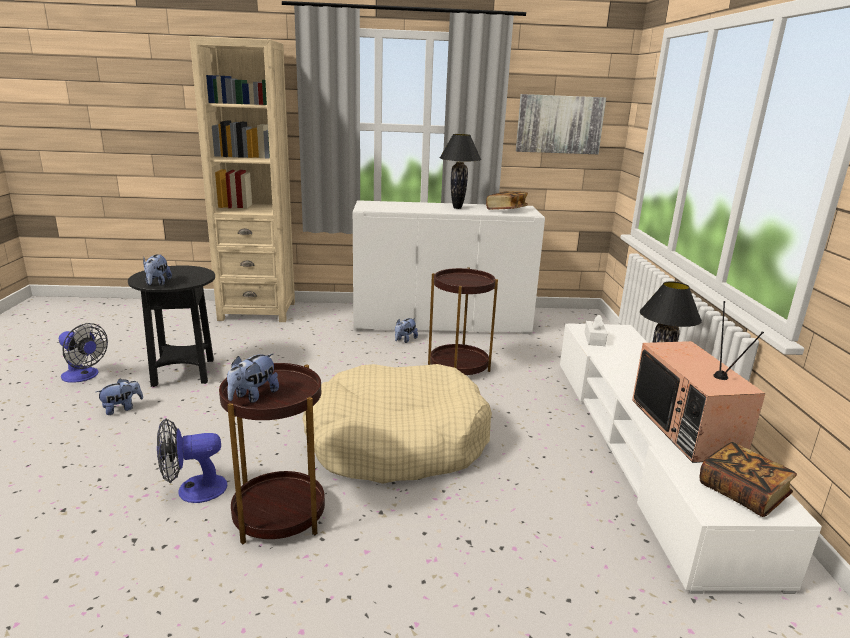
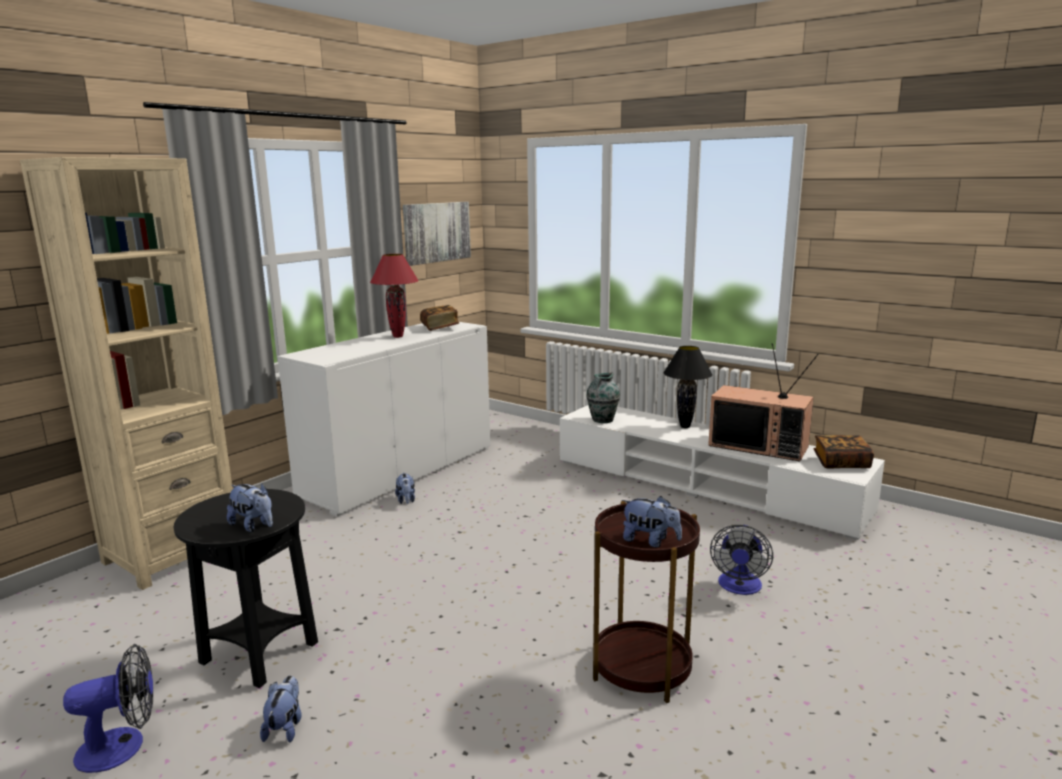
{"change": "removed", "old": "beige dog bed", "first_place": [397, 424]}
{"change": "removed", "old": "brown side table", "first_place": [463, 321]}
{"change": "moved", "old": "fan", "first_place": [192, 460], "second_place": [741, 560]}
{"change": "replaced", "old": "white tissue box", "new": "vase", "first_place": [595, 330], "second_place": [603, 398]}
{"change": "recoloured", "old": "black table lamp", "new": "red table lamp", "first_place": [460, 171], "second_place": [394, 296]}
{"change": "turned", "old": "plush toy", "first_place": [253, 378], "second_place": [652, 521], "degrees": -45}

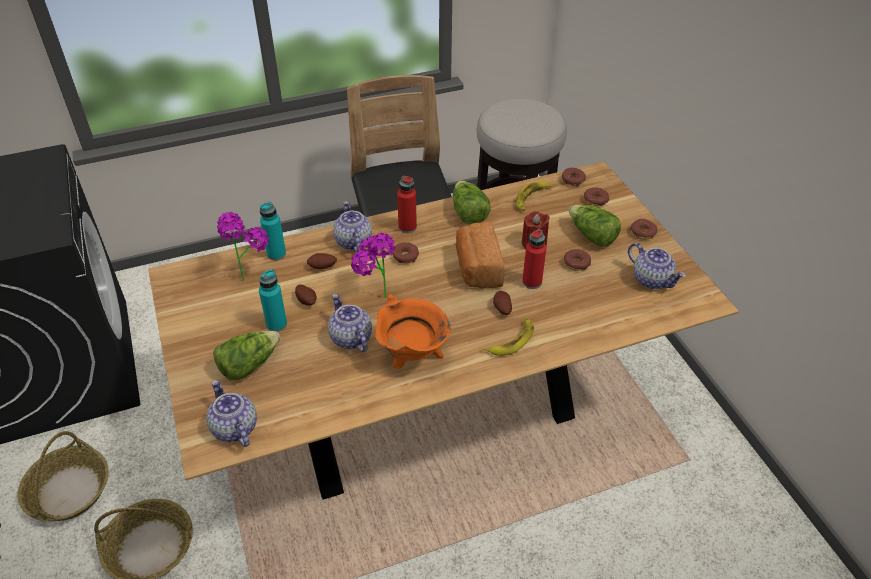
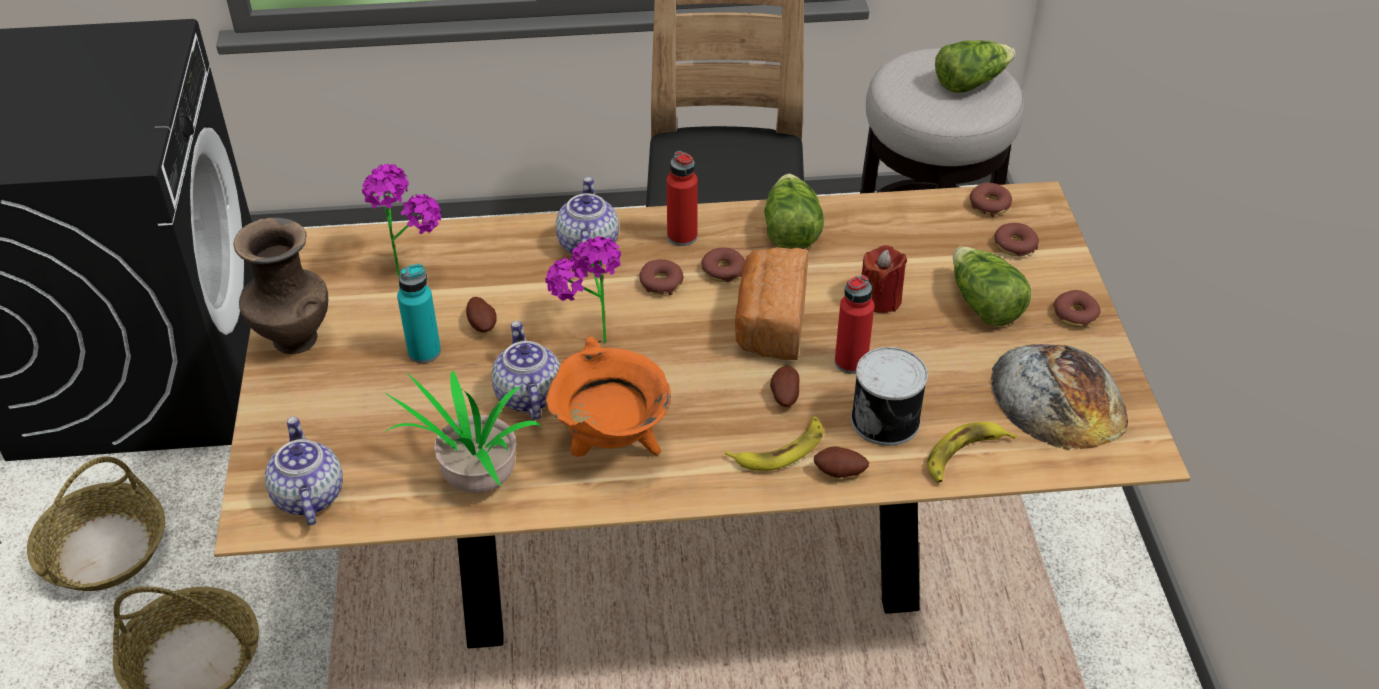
{"change": "removed", "old": "turquoise bottle", "first_place": [273, 231]}
{"change": "added", "new": "brown vase", "second_place": [280, 286]}
{"change": "added", "new": "potted plant", "second_place": [462, 432]}
{"change": "added", "new": "can", "second_place": [889, 396]}
{"change": "moved", "old": "lettuce", "first_place": [246, 355], "second_place": [975, 66]}
{"change": "moved", "old": "potato", "first_place": [322, 261], "second_place": [841, 462]}
{"change": "moved", "old": "banana", "first_place": [534, 196], "second_place": [971, 452]}
{"change": "moved", "old": "donut", "first_place": [577, 260], "second_place": [723, 265]}
{"change": "replaced", "old": "teapot", "new": "bread", "first_place": [657, 266], "second_place": [1059, 397]}

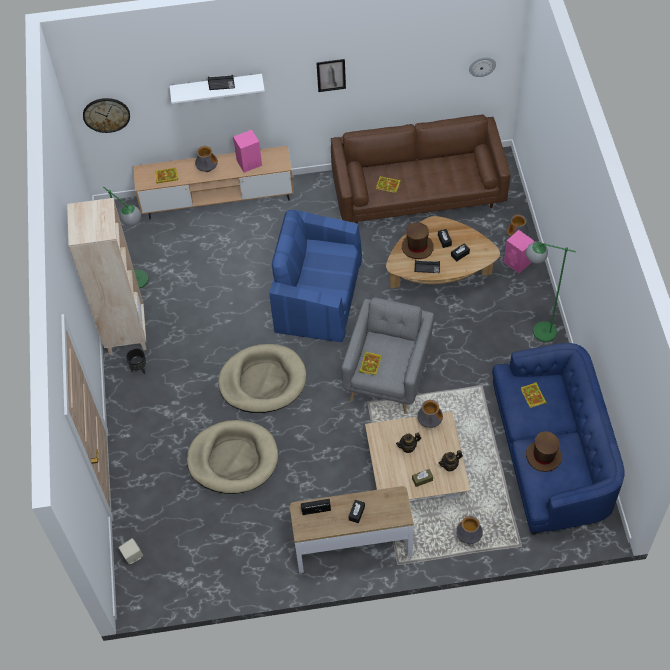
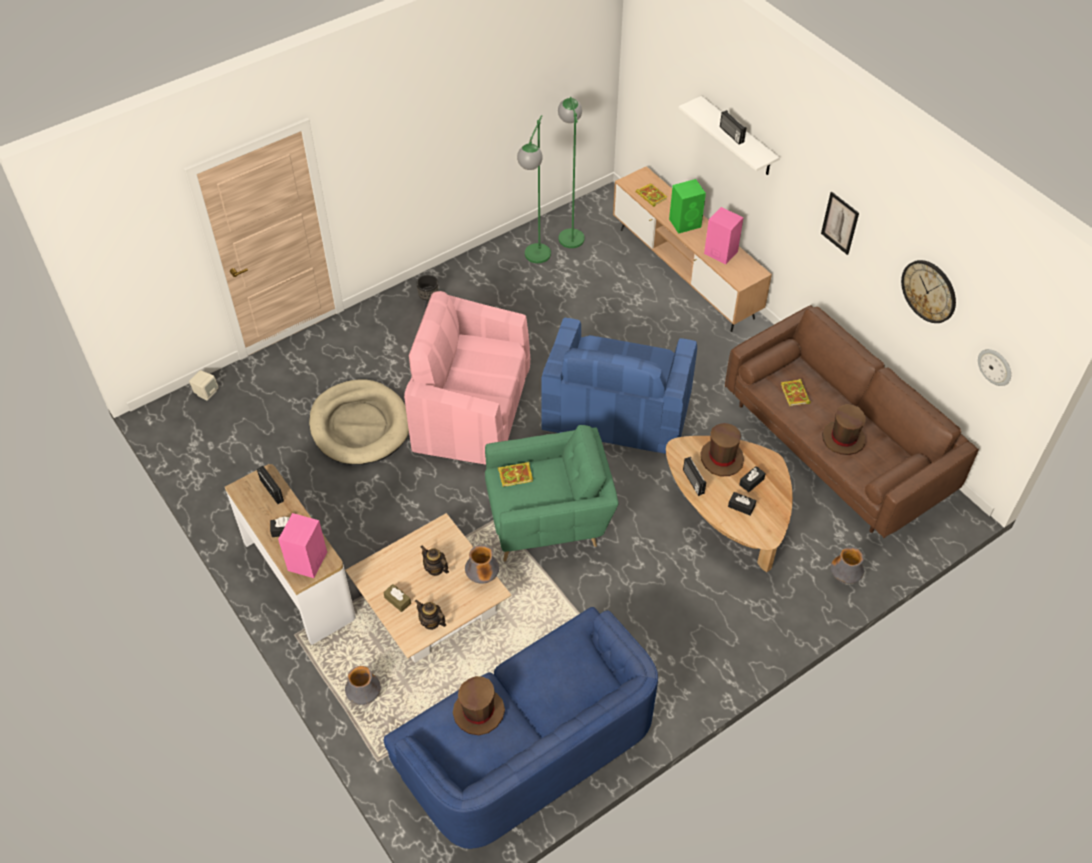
{"change": "removed", "old": "beige bookcase", "first_place": [106, 276]}
{"change": "removed", "old": "book", "first_place": [534, 395]}
{"change": "added", "new": "brown hat", "second_place": [844, 429]}
{"change": "moved", "old": "wall clock", "first_place": [106, 115], "second_place": [928, 291]}
{"change": "moved", "old": "pink speaker", "first_place": [519, 251], "second_place": [302, 545]}
{"change": "moved", "old": "green floor lamp", "first_place": [551, 292], "second_place": [571, 172]}
{"change": "replaced", "old": "vase", "new": "green speaker", "first_place": [206, 159], "second_place": [687, 206]}
{"change": "replaced", "old": "beige dog bed", "new": "pink armchair", "first_place": [262, 378], "second_place": [467, 378]}
{"change": "recoloured", "old": "grey armchair", "new": "green armchair", "first_place": [387, 355], "second_place": [552, 493]}
{"change": "turned", "old": "blue armchair", "first_place": [315, 276], "second_place": [619, 386], "degrees": -150}

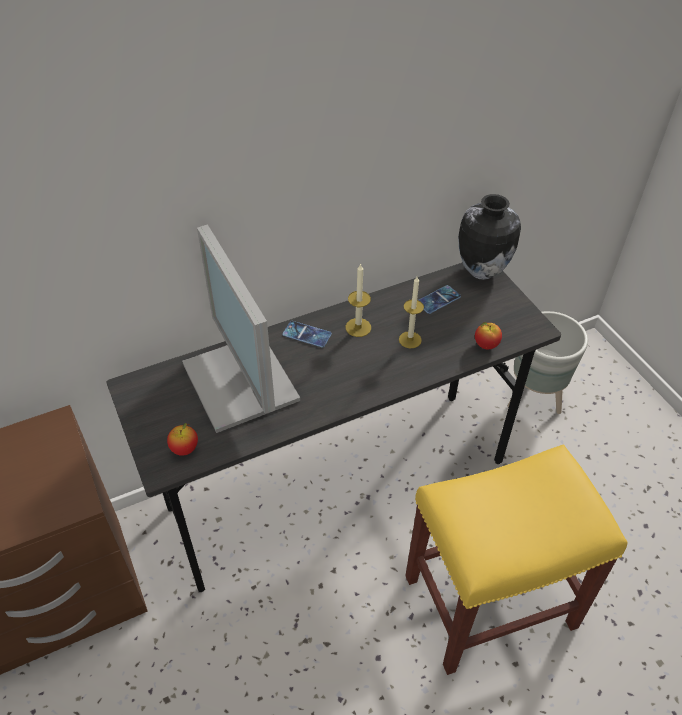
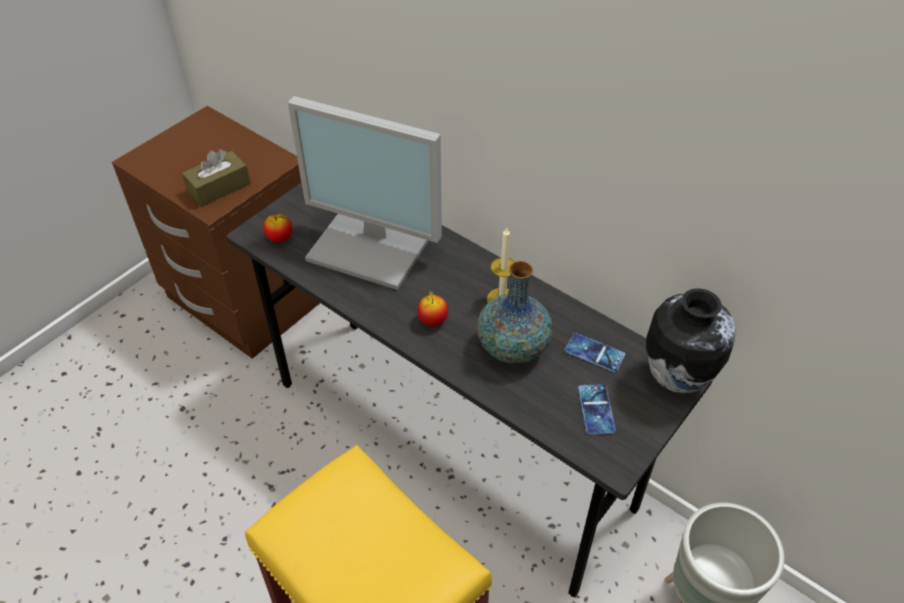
{"change": "added", "new": "brown tissue box", "second_place": [216, 178]}
{"change": "moved", "old": "phone", "first_place": [307, 334], "second_place": [597, 409]}
{"change": "moved", "old": "apple", "first_place": [488, 335], "second_place": [432, 308]}
{"change": "replaced", "old": "candle", "new": "vase", "first_place": [411, 312], "second_place": [515, 312]}
{"change": "turned", "old": "monitor", "first_place": [241, 328], "second_place": [365, 193], "degrees": -105}

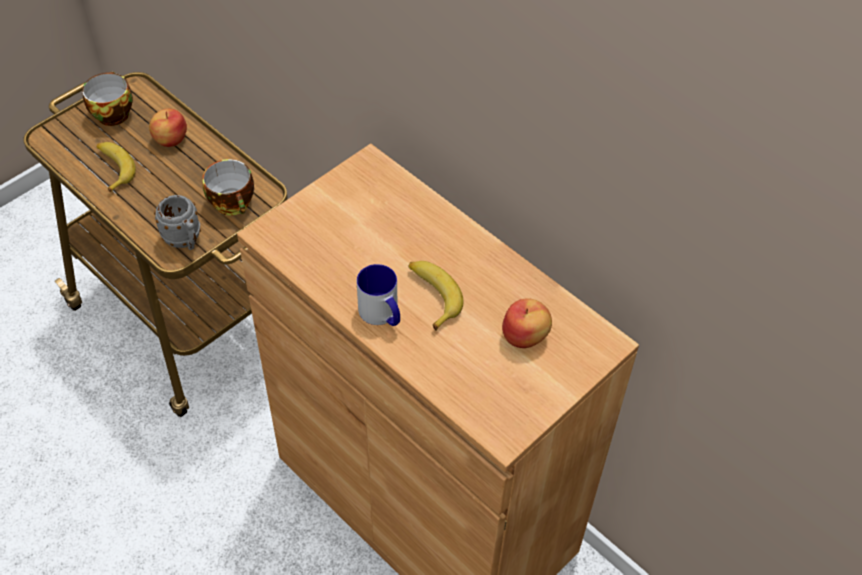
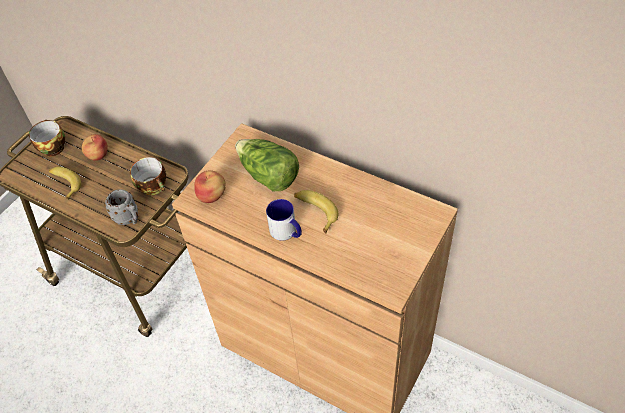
{"change": "added", "new": "lettuce", "second_place": [267, 165]}
{"change": "moved", "old": "apple", "first_place": [527, 323], "second_place": [210, 187]}

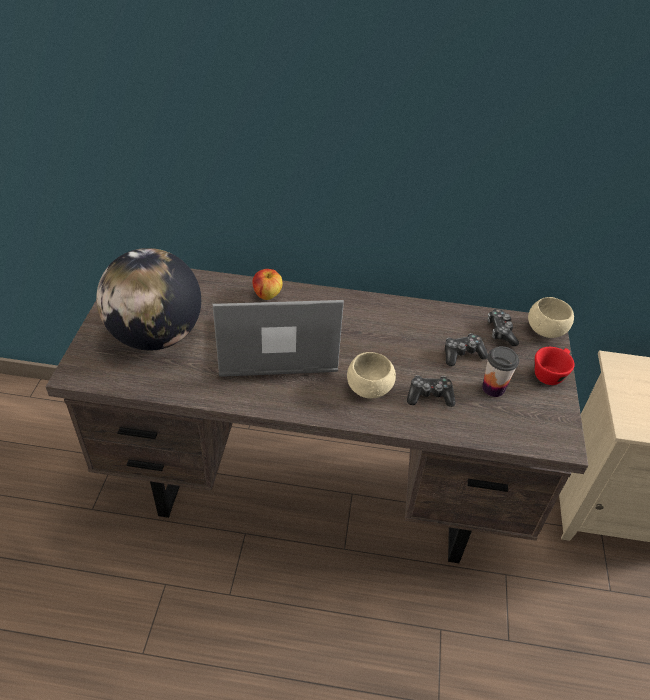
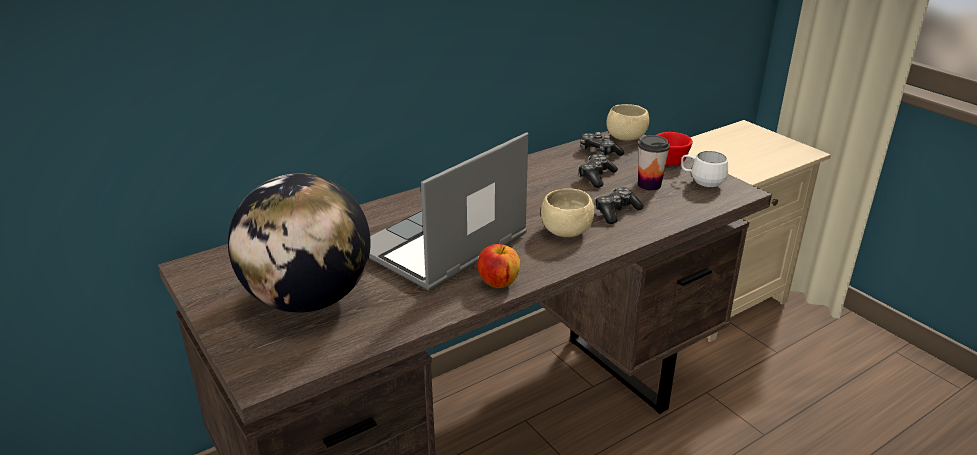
{"change": "added", "new": "white mug", "second_place": [704, 169]}
{"change": "moved", "old": "apple", "first_place": [267, 284], "second_place": [498, 266]}

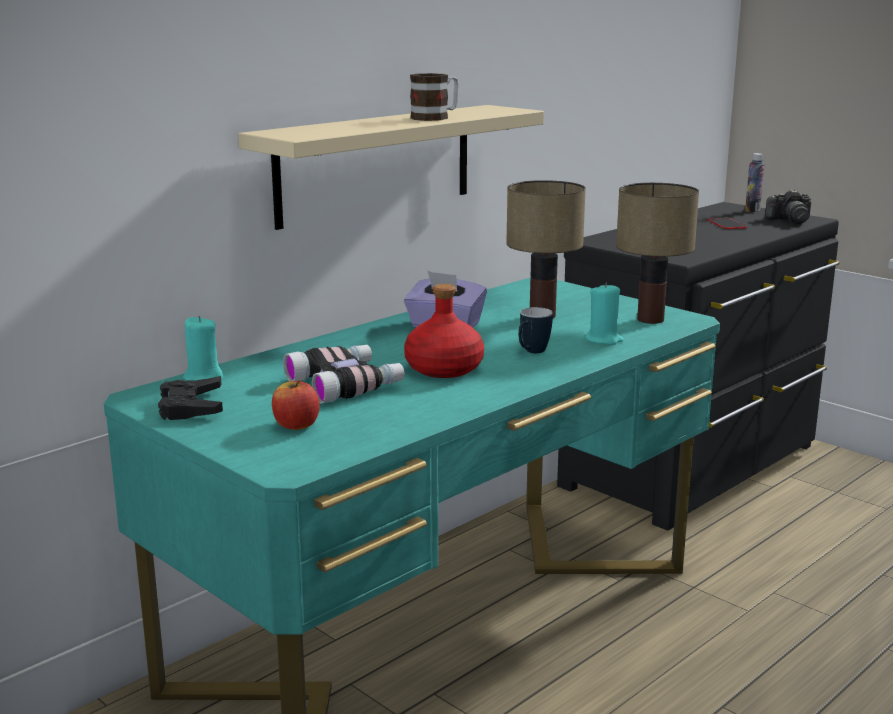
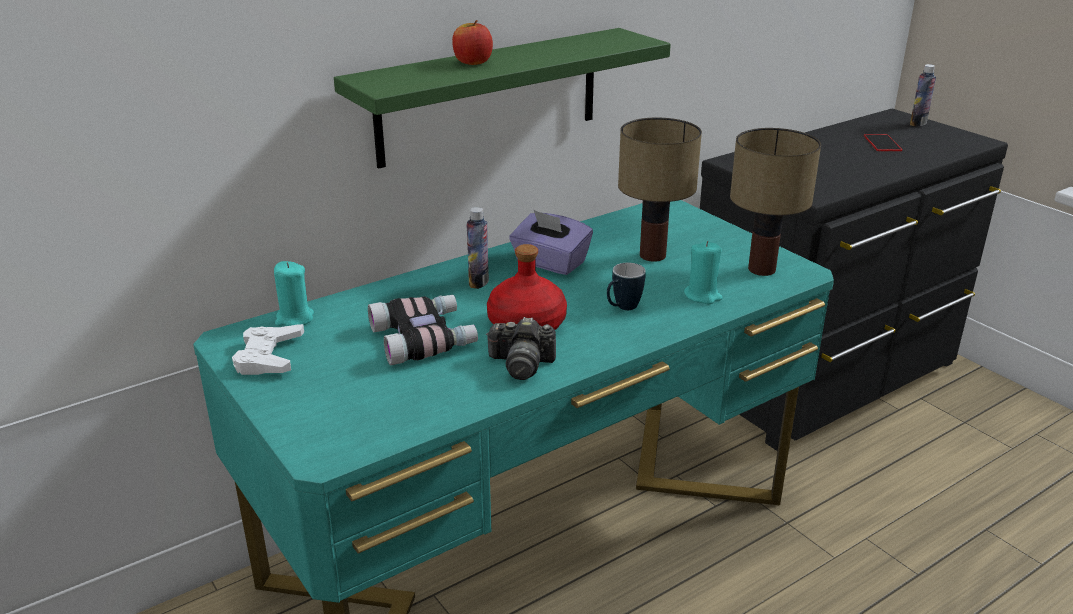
{"change": "removed", "old": "mug", "first_place": [434, 97]}
{"change": "added", "new": "bottle", "second_place": [478, 248]}
{"change": "moved", "old": "apple", "first_place": [296, 405], "second_place": [472, 42]}
{"change": "moved", "old": "photo camera", "first_place": [788, 206], "second_place": [521, 348]}
{"change": "recoloured", "old": "black game controller", "new": "white game controller", "first_place": [190, 398], "second_place": [268, 349]}
{"change": "recoloured", "old": "beige shelf", "new": "green shelf", "first_place": [391, 167], "second_place": [502, 98]}

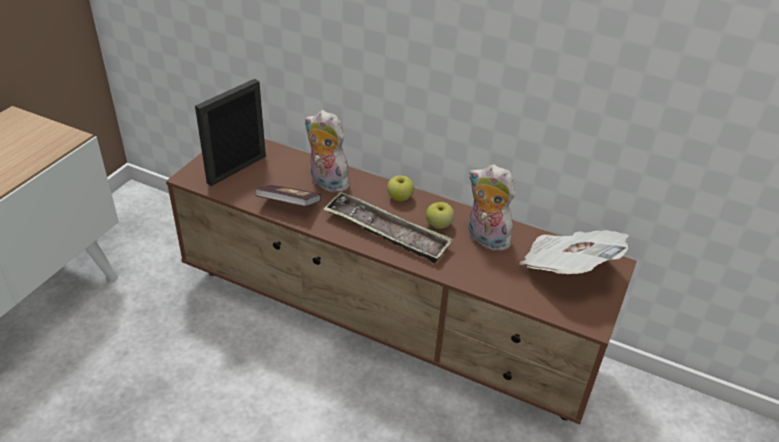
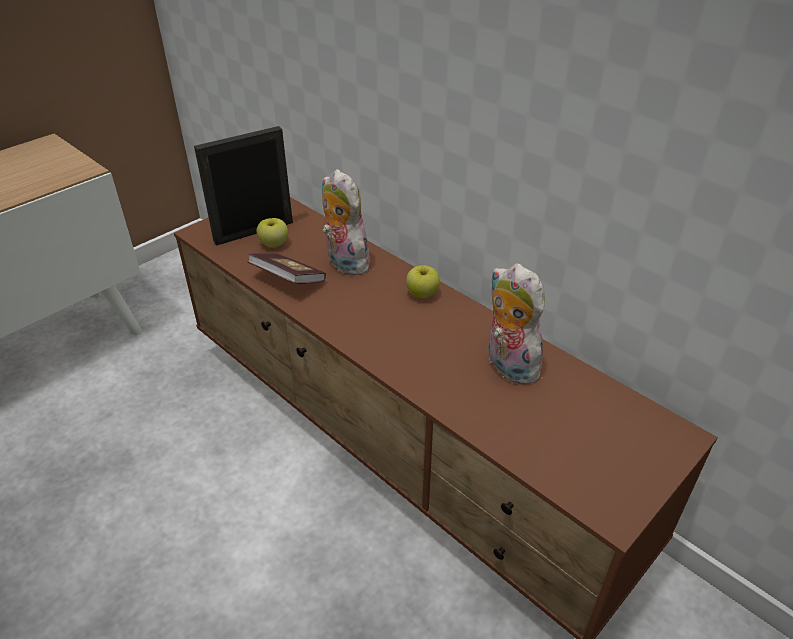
{"change": "removed", "old": "tray", "first_place": [388, 227]}
{"change": "removed", "old": "newspaper", "first_place": [574, 252]}
{"change": "moved", "old": "apple", "first_place": [440, 215], "second_place": [272, 233]}

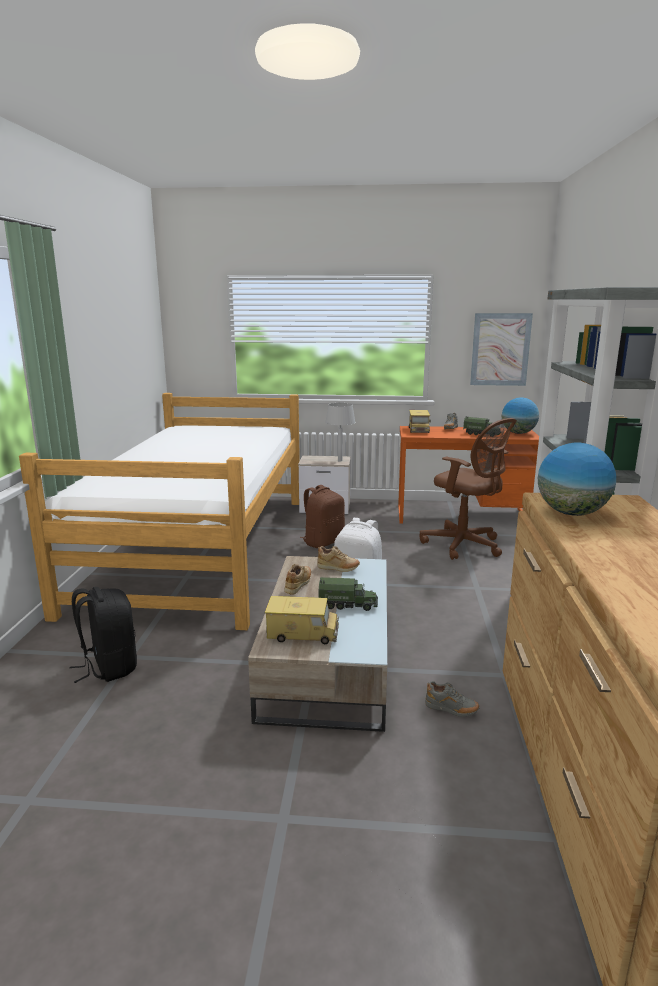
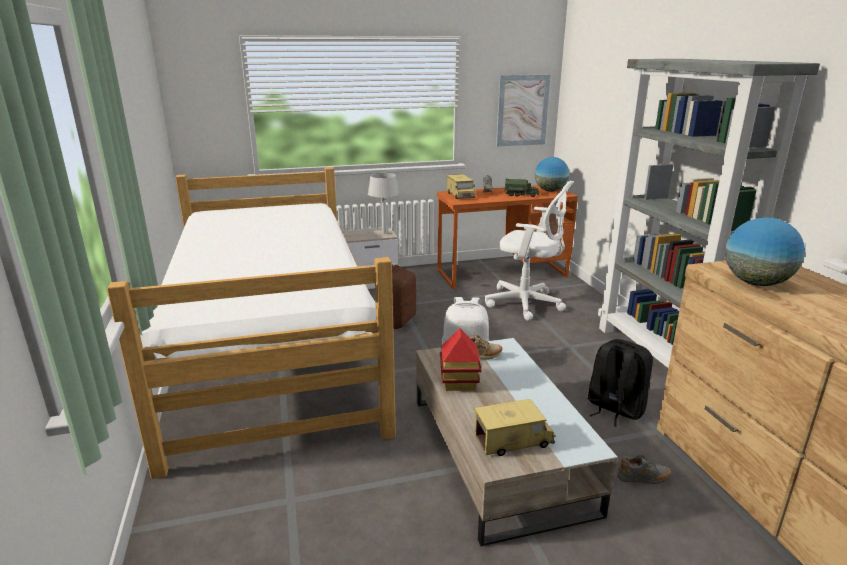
{"change": "removed", "old": "toy truck", "first_place": [348, 594]}
{"change": "moved", "old": "black backpack", "first_place": [103, 635], "second_place": [620, 383]}
{"change": "replaced", "old": "beige shoe", "new": "toy house", "first_place": [297, 579], "second_place": [461, 359]}
{"change": "recoloured", "old": "brown office chair", "new": "white office chair", "first_place": [468, 489], "second_place": [529, 251]}

